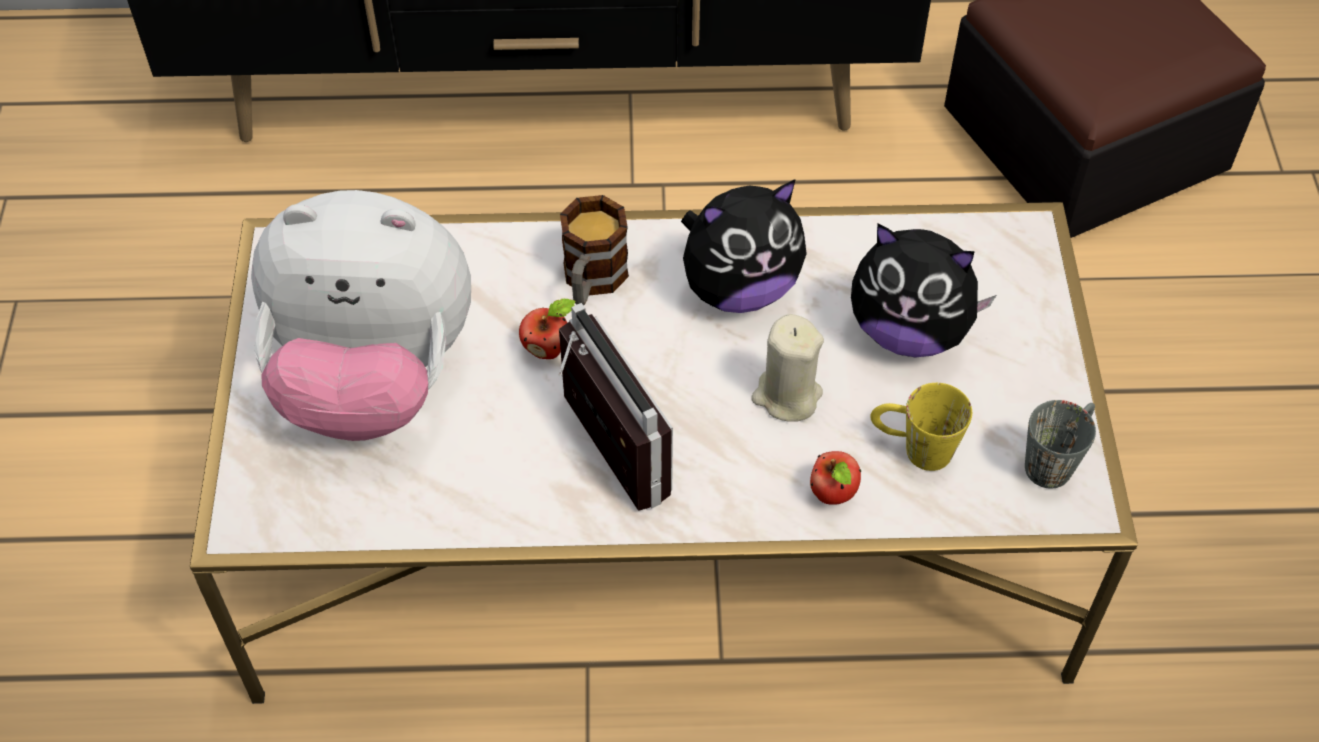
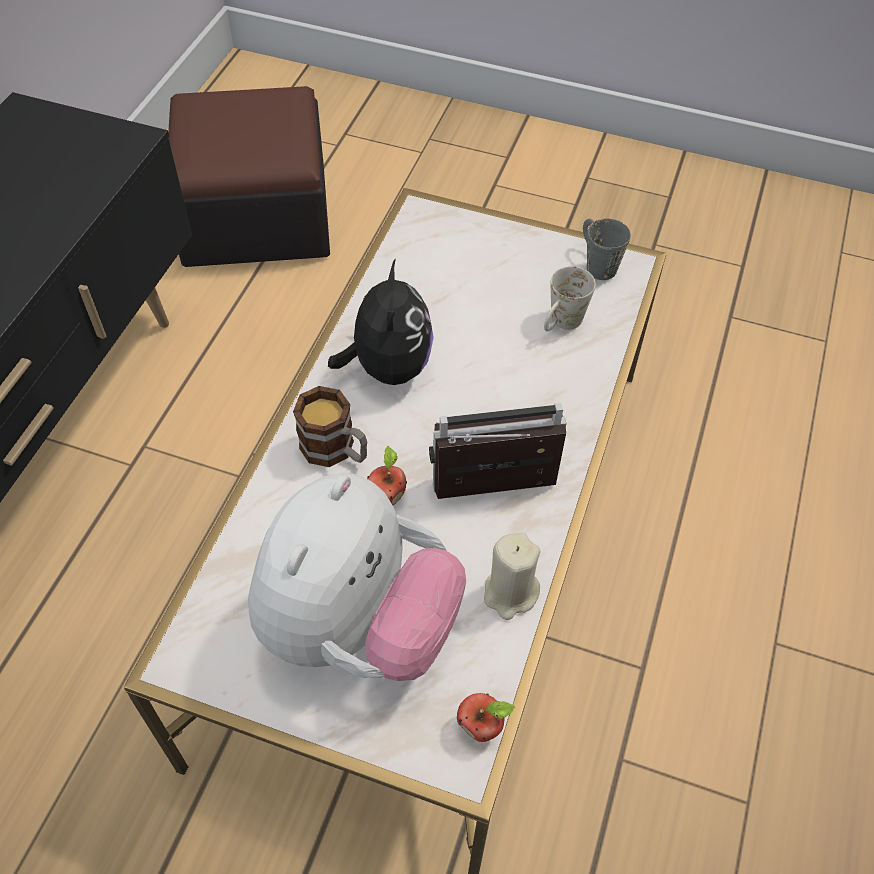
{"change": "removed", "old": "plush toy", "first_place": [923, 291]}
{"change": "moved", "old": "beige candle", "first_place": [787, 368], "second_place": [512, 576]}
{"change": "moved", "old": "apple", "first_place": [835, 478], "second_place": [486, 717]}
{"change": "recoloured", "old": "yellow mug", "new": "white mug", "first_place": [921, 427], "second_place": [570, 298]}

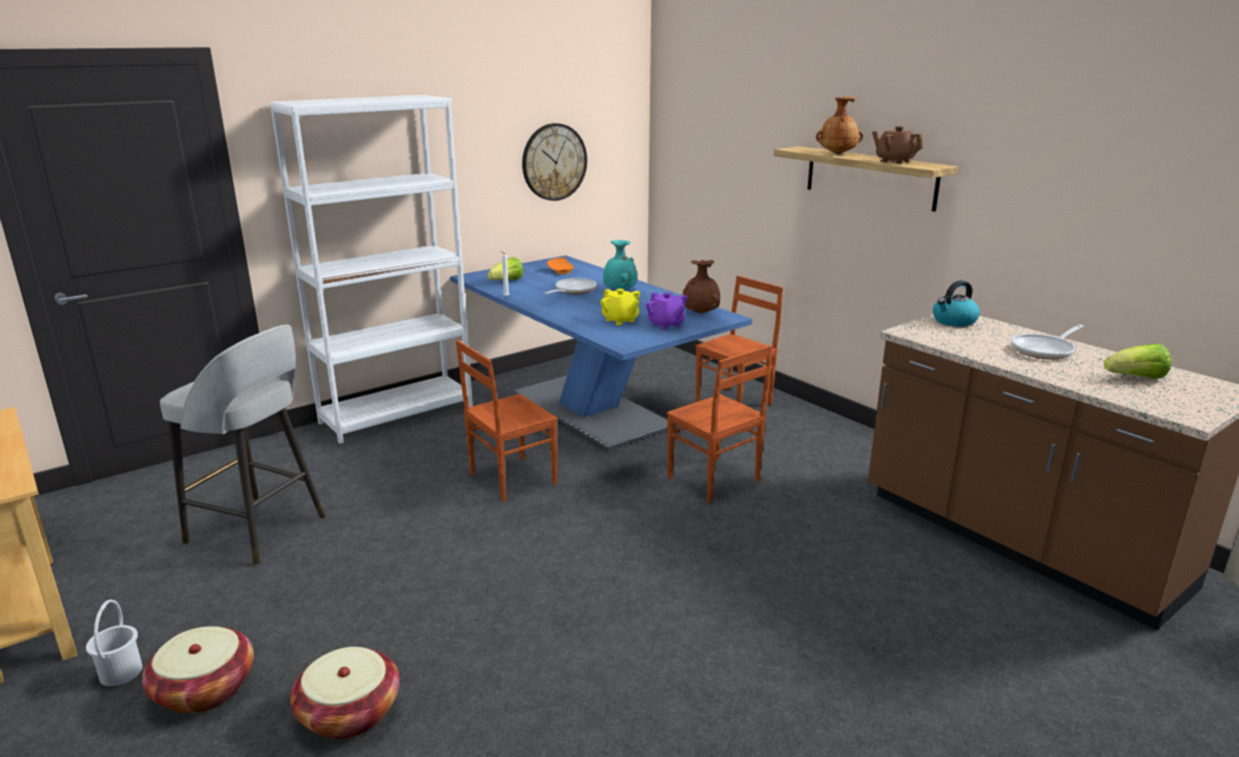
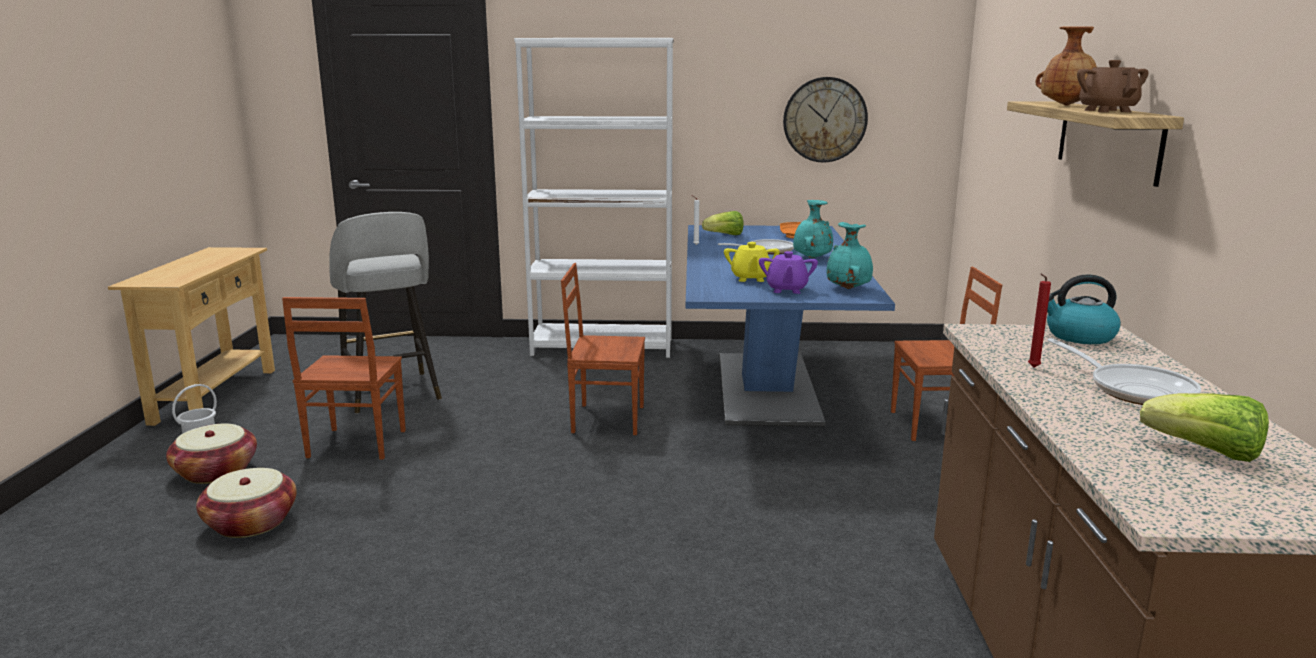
{"change": "added", "new": "red candle", "second_place": [1039, 321]}
{"change": "moved", "old": "brown chair", "first_place": [720, 423], "second_place": [344, 378]}
{"change": "recoloured", "old": "brown vase", "new": "turquoise vase", "first_place": [701, 287], "second_place": [849, 255]}
{"change": "turned", "old": "frying pan", "first_place": [1047, 342], "second_place": [1124, 371], "degrees": -120}

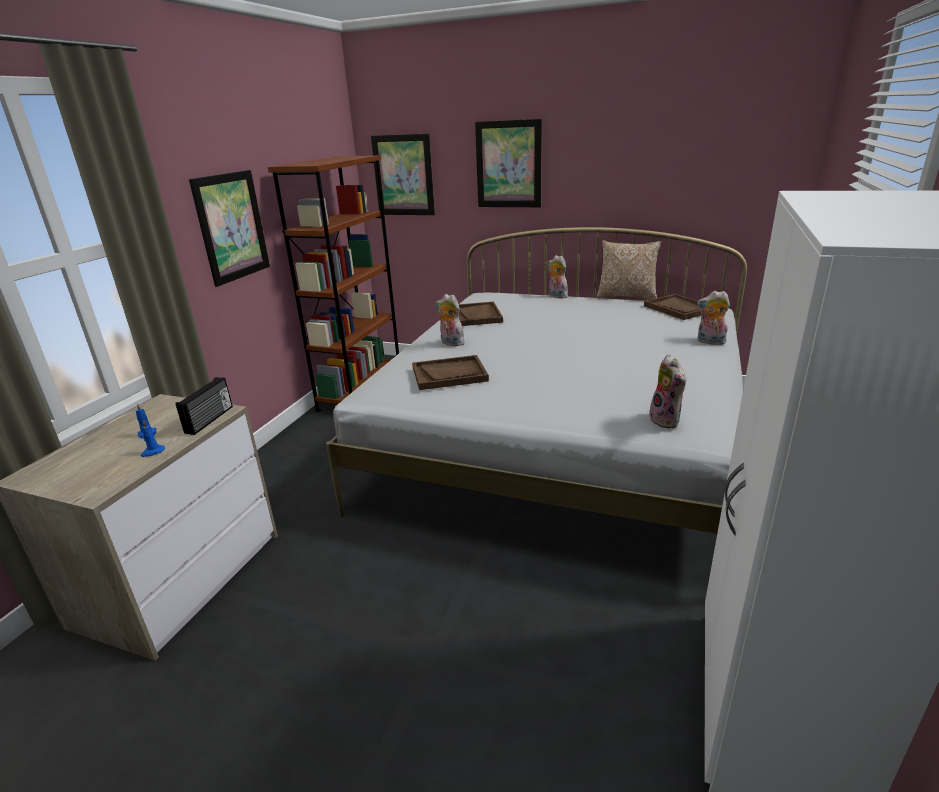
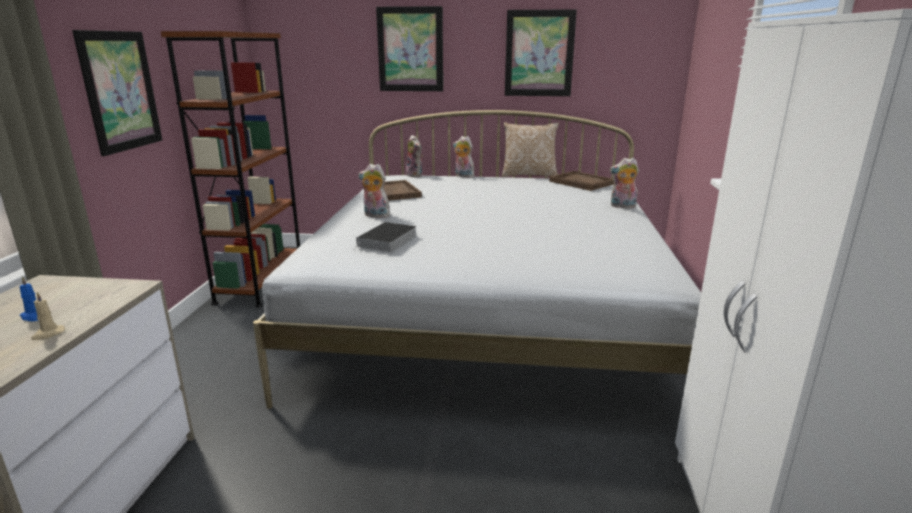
{"change": "removed", "old": "radio", "first_place": [204, 406]}
{"change": "moved", "old": "picture", "first_place": [403, 174], "second_place": [541, 52]}
{"change": "moved", "old": "plush toy", "first_place": [667, 391], "second_place": [414, 156]}
{"change": "replaced", "old": "brown tray", "new": "book", "first_place": [450, 372], "second_place": [385, 237]}
{"change": "recoloured", "old": "blue candle", "new": "beige candle", "first_place": [153, 438], "second_place": [48, 316]}

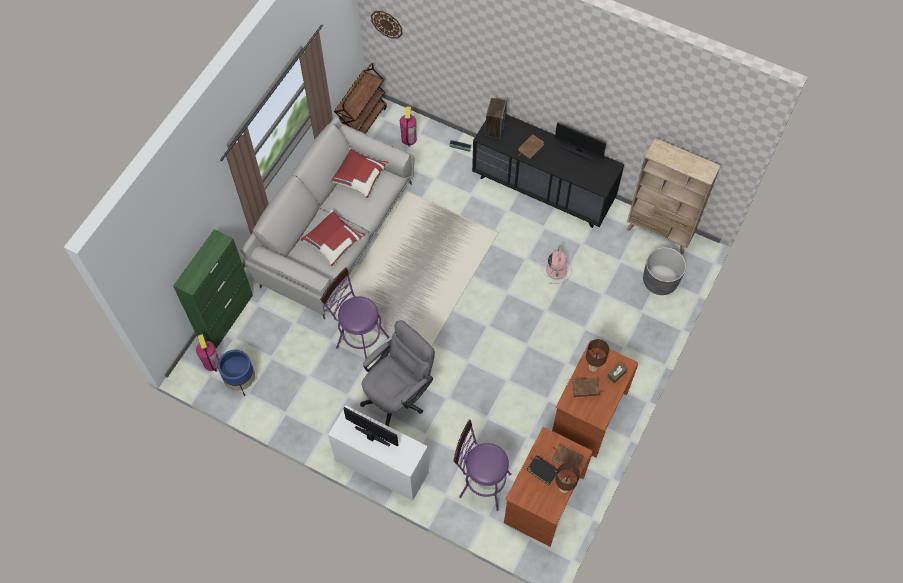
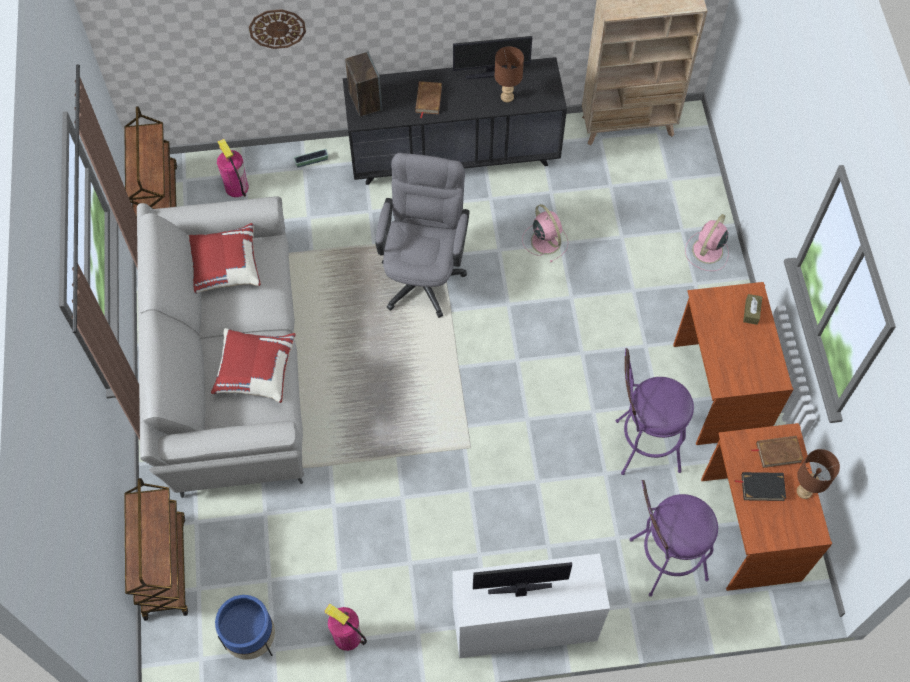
{"change": "removed", "old": "brown book", "first_place": [588, 387]}
{"change": "removed", "old": "grey planter", "first_place": [664, 271]}
{"change": "added", "new": "pink fan", "second_place": [707, 242]}
{"change": "moved", "old": "fire extinguisher", "first_place": [207, 353], "second_place": [345, 627]}
{"change": "moved", "old": "purple stool", "first_place": [355, 317], "second_place": [655, 411]}
{"change": "moved", "old": "grey office chair", "first_place": [397, 373], "second_place": [422, 235]}
{"change": "moved", "old": "wall clock", "first_place": [386, 25], "second_place": [277, 29]}
{"change": "moved", "old": "brown table lamp", "first_place": [597, 355], "second_place": [509, 74]}
{"change": "replaced", "old": "green cabinet", "new": "brown cart", "first_place": [213, 289], "second_place": [156, 549]}

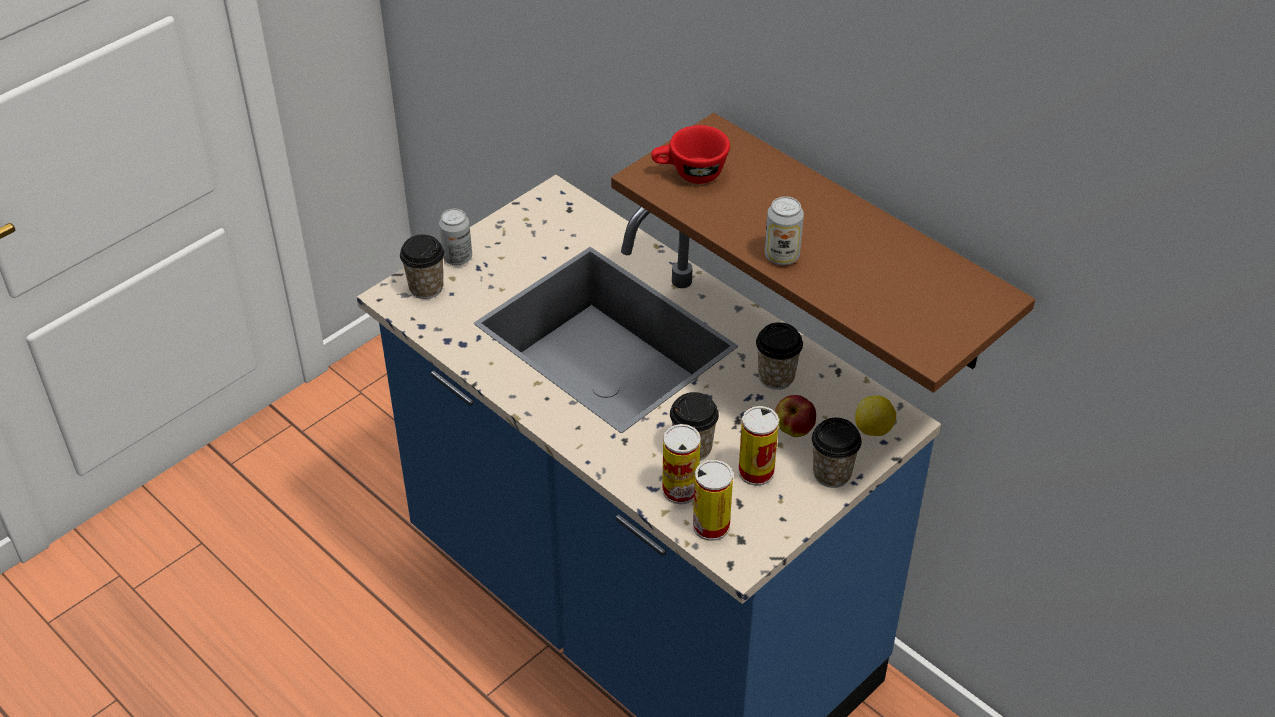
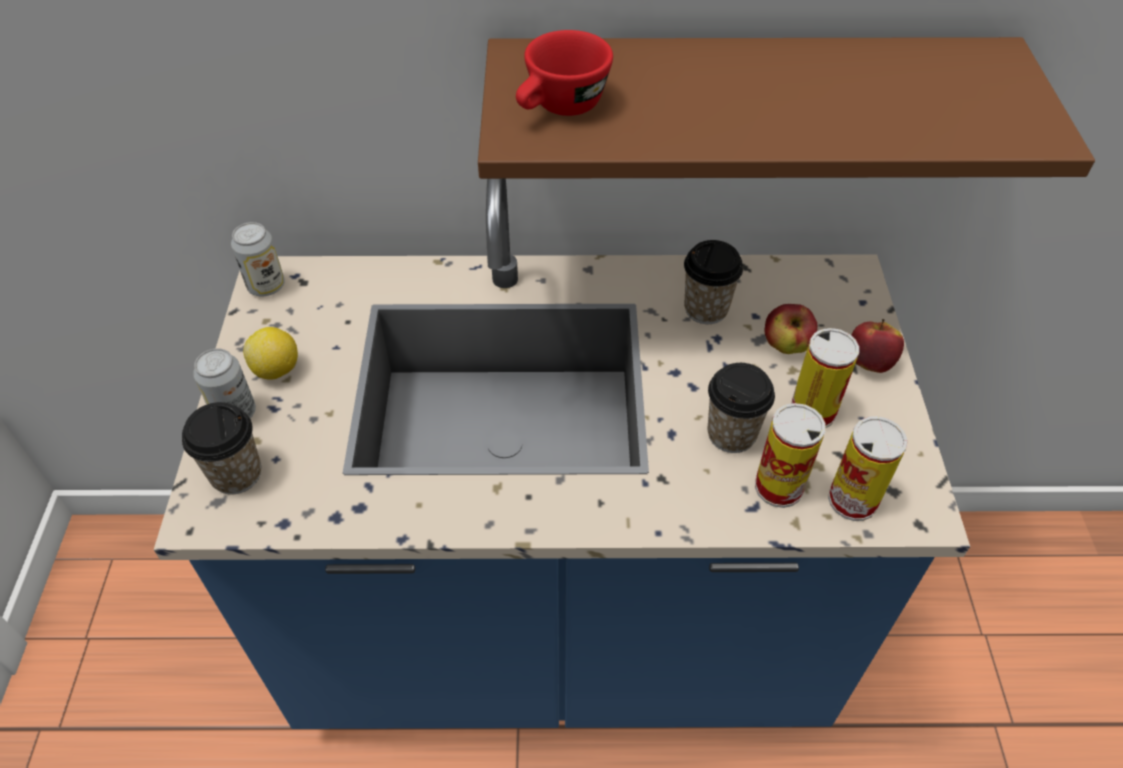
{"change": "moved", "old": "can", "first_place": [784, 230], "second_place": [258, 259]}
{"change": "moved", "old": "lemon", "first_place": [875, 416], "second_place": [270, 353]}
{"change": "replaced", "old": "cup", "new": "apple", "first_place": [837, 453], "second_place": [877, 346]}

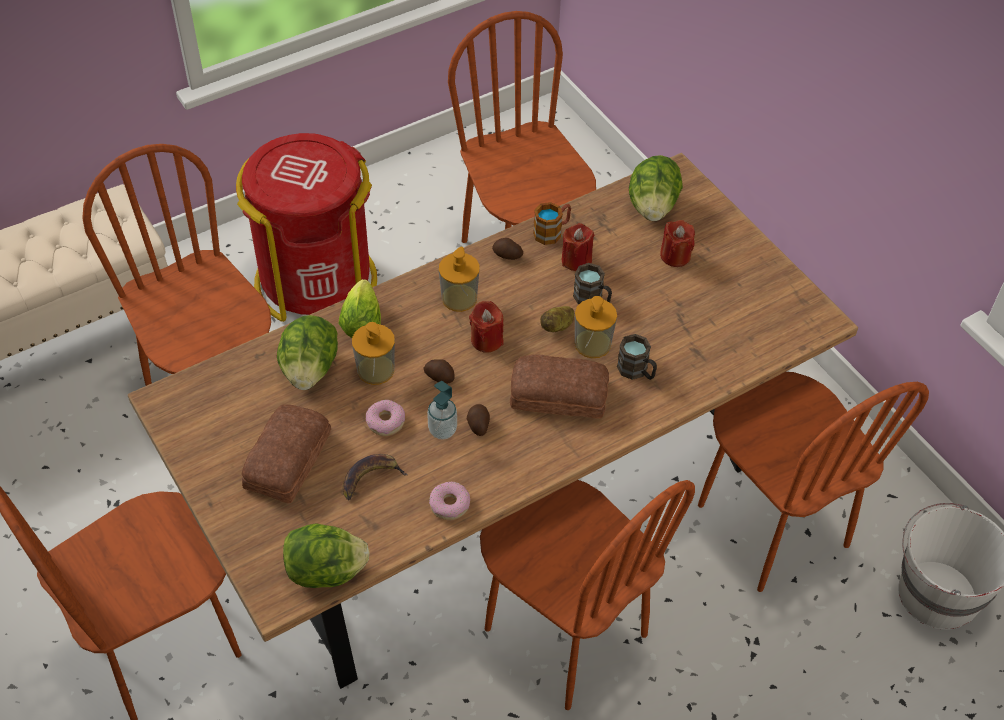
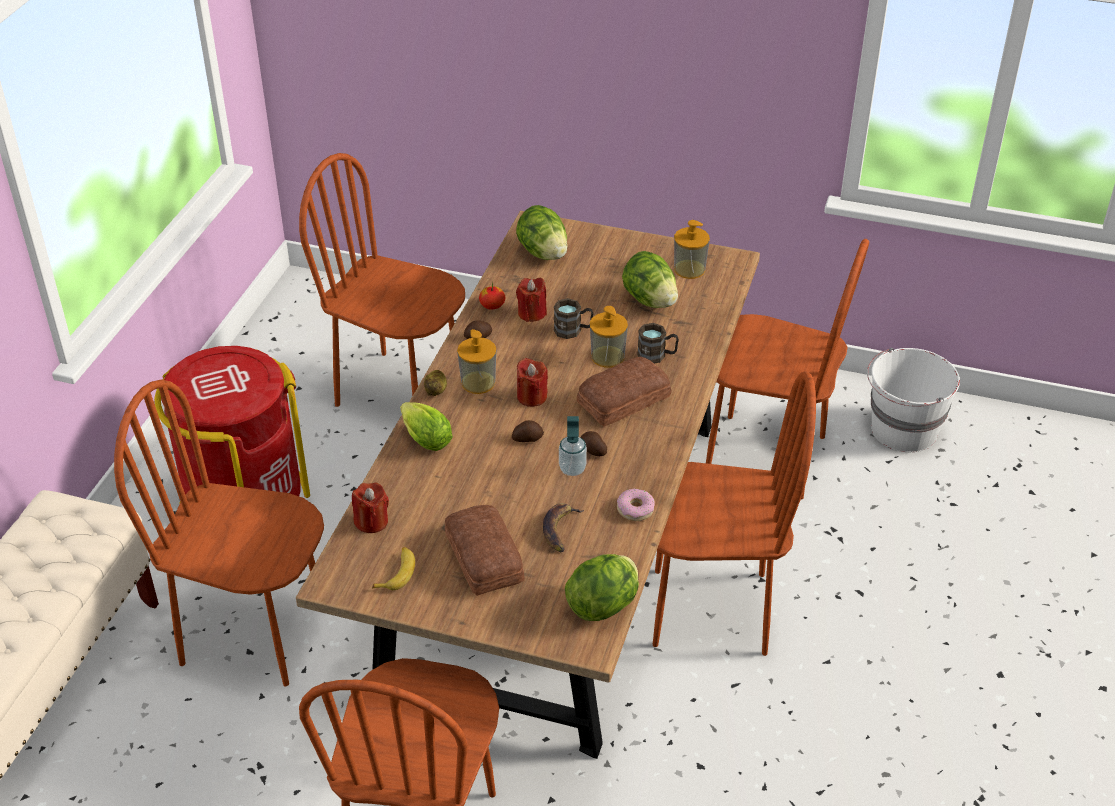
{"change": "removed", "old": "donut", "first_place": [385, 417]}
{"change": "added", "new": "banana", "second_place": [393, 568]}
{"change": "moved", "old": "lettuce", "first_place": [307, 352], "second_place": [650, 279]}
{"change": "moved", "old": "soap dispenser", "first_place": [373, 353], "second_place": [692, 249]}
{"change": "moved", "old": "potato", "first_place": [557, 319], "second_place": [435, 383]}
{"change": "moved", "old": "red candle", "first_place": [677, 243], "second_place": [370, 507]}
{"change": "replaced", "old": "mug", "new": "apple", "first_place": [552, 223], "second_place": [492, 295]}

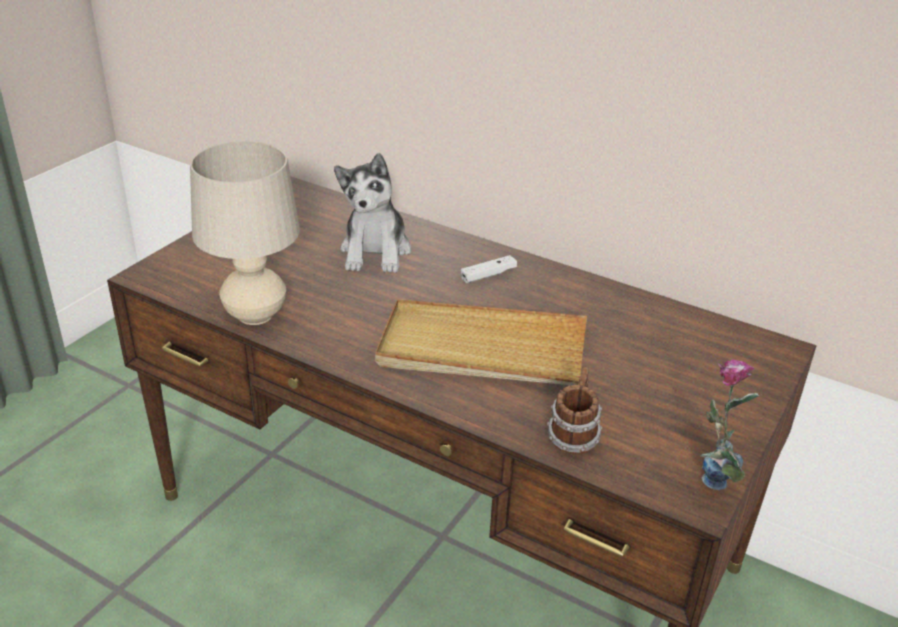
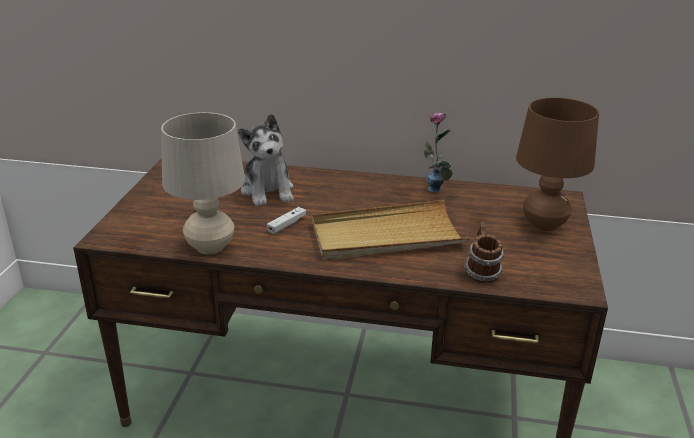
{"change": "added", "new": "brown table lamp", "second_place": [557, 164]}
{"change": "moved", "old": "white game controller", "first_place": [489, 269], "second_place": [286, 220]}
{"change": "moved", "old": "vase", "first_place": [730, 424], "second_place": [438, 152]}

